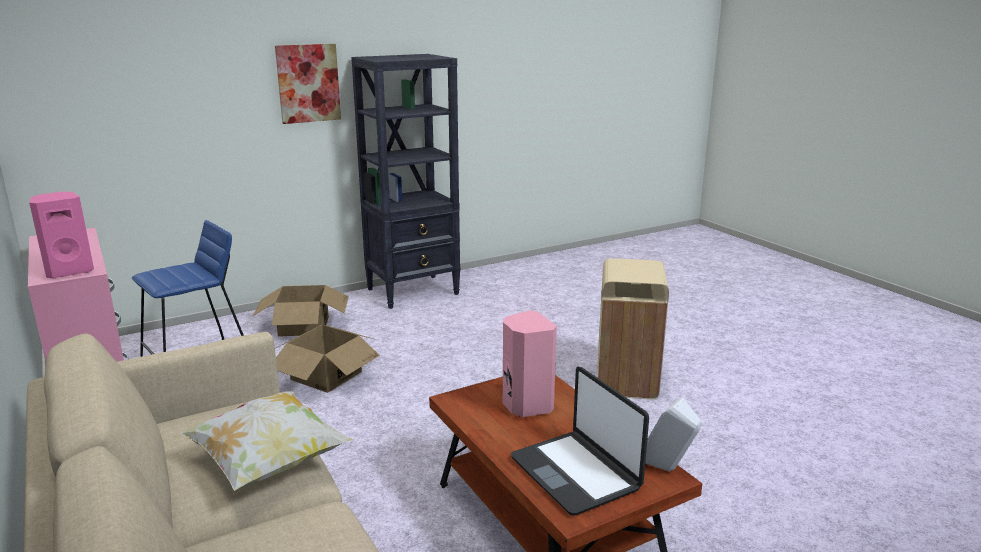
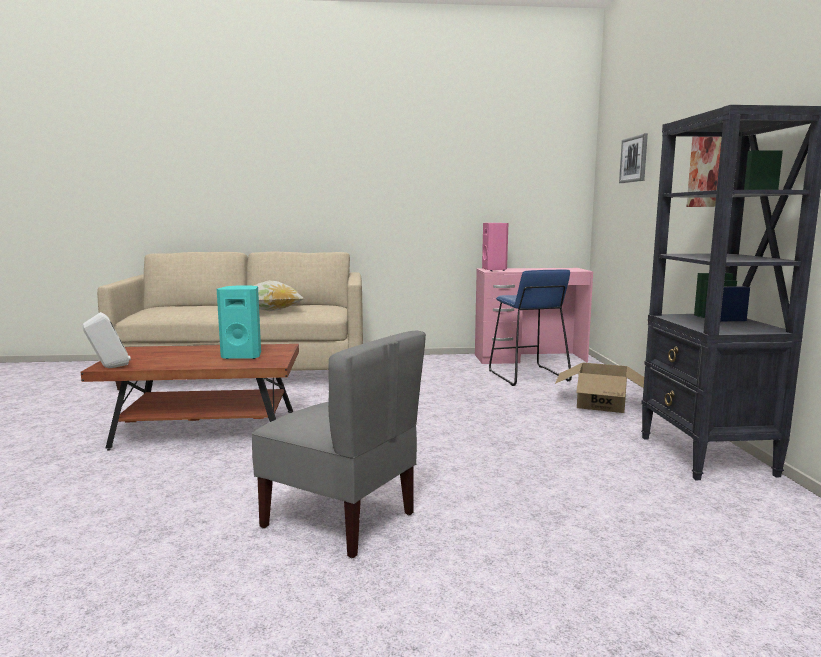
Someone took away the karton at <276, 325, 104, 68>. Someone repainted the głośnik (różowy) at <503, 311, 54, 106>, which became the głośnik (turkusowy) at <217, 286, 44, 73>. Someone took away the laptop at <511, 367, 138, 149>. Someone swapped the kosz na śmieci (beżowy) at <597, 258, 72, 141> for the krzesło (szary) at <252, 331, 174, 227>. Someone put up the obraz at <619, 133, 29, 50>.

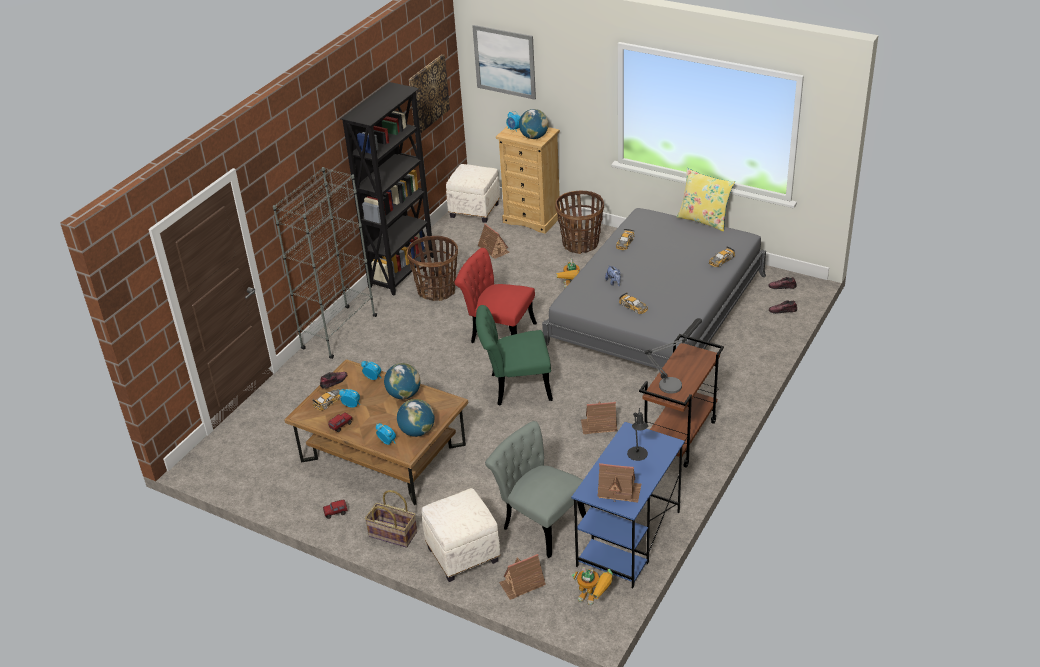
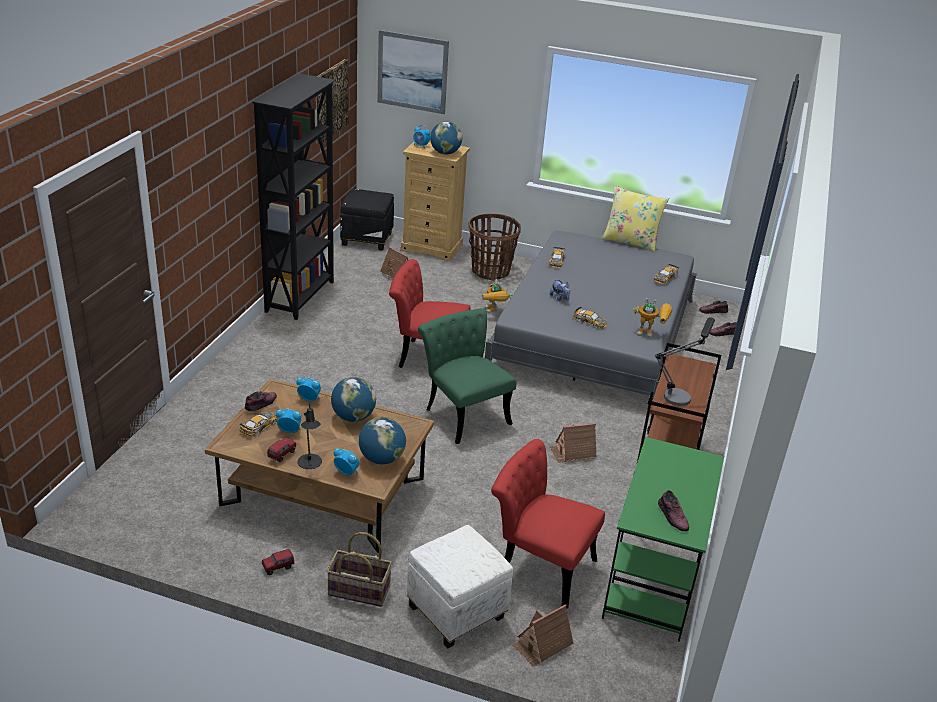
Someone took away the regał (szary) at <273, 167, 104, 192>. Someone took away the koszyk at <407, 236, 51, 65>. Someone repainted the pufa (biały) at <446, 164, 54, 59>, which became the pufa (czarny) at <340, 189, 54, 62>. Someone rotated the krzesło (zielony) at <476, 305, 77, 101> by 75 degrees clockwise. Someone repainted the krzesło (szary) at <485, 421, 101, 137>, which became the krzesło (czerwony) at <491, 439, 114, 170>. Someone repainted the biurko (niebieski) at <571, 422, 114, 166>, which became the biurko (zielony) at <602, 437, 122, 205>. Someone carried the robot zabawkowy from <572, 567, 41, 38> to <633, 298, 39, 40>. Someone swapped the domek at <597, 463, 44, 39> for the but at <658, 490, 31, 41>. Someone carried the lampa stołowa (czarny) from <627, 408, 21, 53> to <298, 403, 24, 66>.

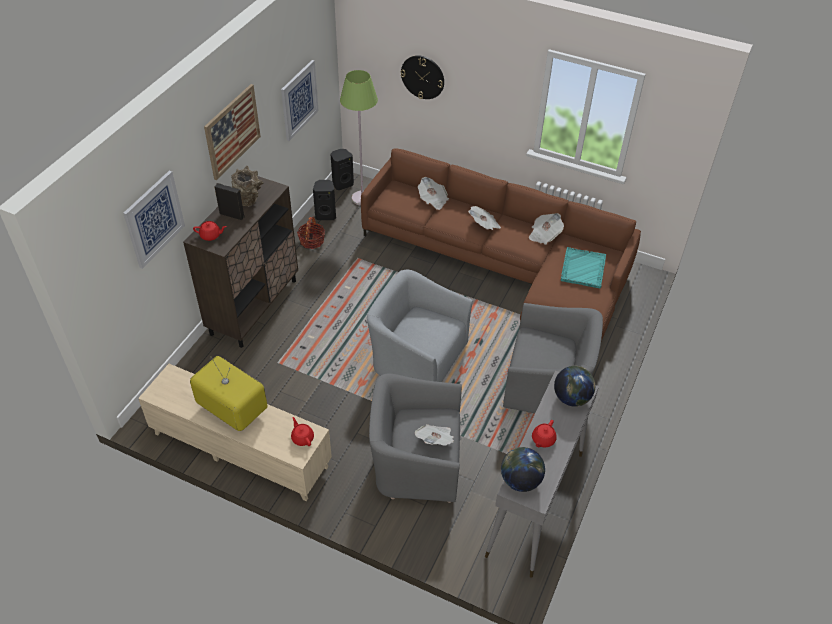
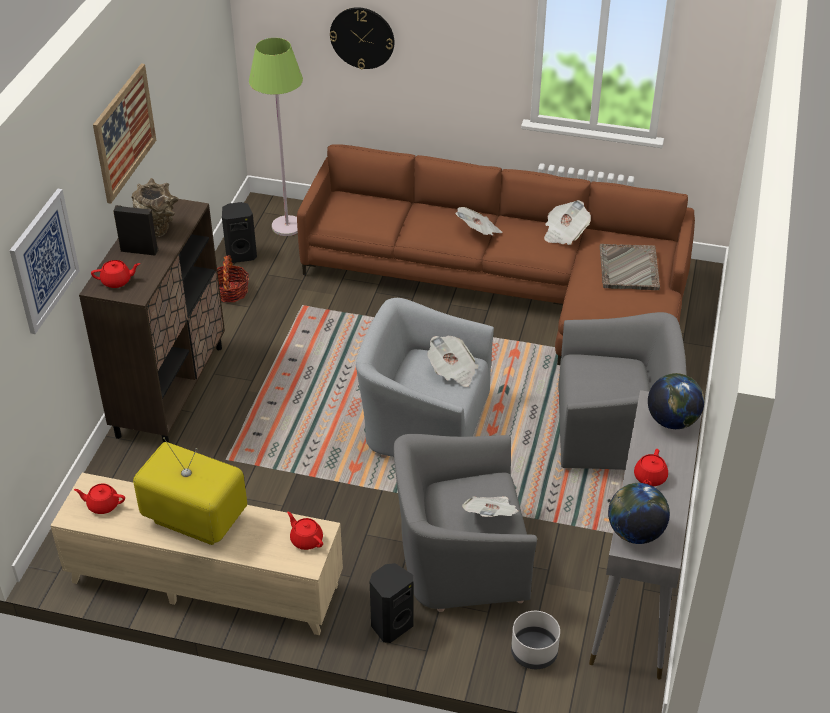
Someone took away the obraz at <281, 60, 38, 81>. Someone carried the głośnik (czarny) from <331, 149, 23, 41> to <370, 563, 44, 80>. Someone carried the gazeta from <418, 177, 31, 33> to <427, 336, 51, 51>. Someone repainted the taca (turkusowy) at <561, 247, 45, 42>, which became the taca (szary) at <600, 244, 60, 46>. Someone put down the imbryk (czerwony) at <74, 484, 51, 30>. Someone put down the donica (szary) at <511, 611, 49, 58>.

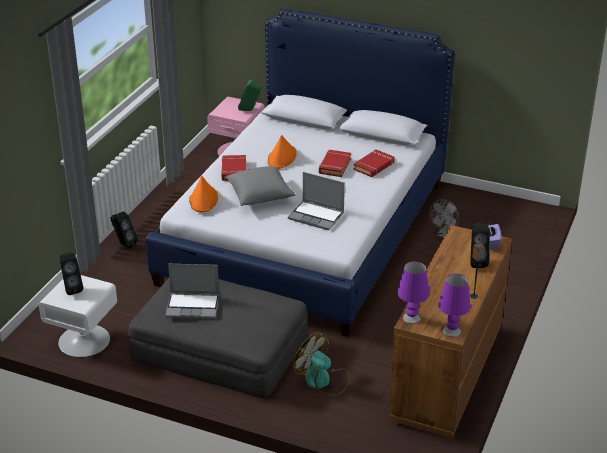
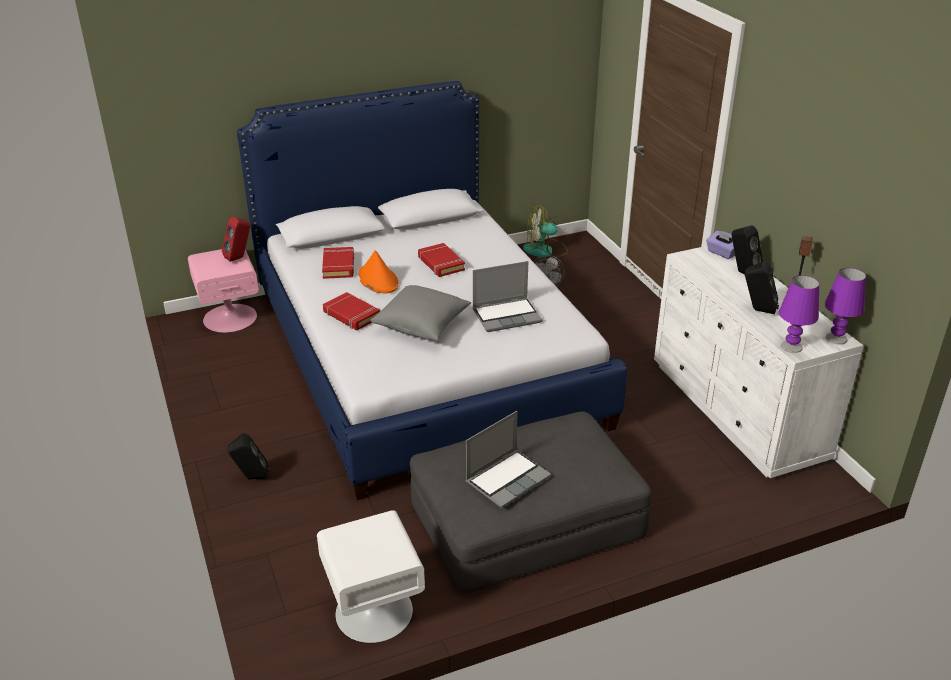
Someone carried the głośnik (czarny) from <60, 252, 23, 43> to <745, 260, 34, 54>. Someone took away the kapelusz (pomarańczowy) at <189, 176, 29, 36>. Someone repainted the głośnik (zielony) at <238, 79, 23, 32>, which became the głośnik (czerwony) at <222, 217, 28, 45>. Someone carried the wentylator from <293, 332, 57, 64> to <523, 205, 45, 53>. Someone carried the książka (czerwony) from <353, 150, 42, 27> to <322, 247, 32, 32>. Someone repainted the komoda (brązowy) at <388, 225, 124, 213>, which became the komoda (biały) at <654, 246, 210, 232>.

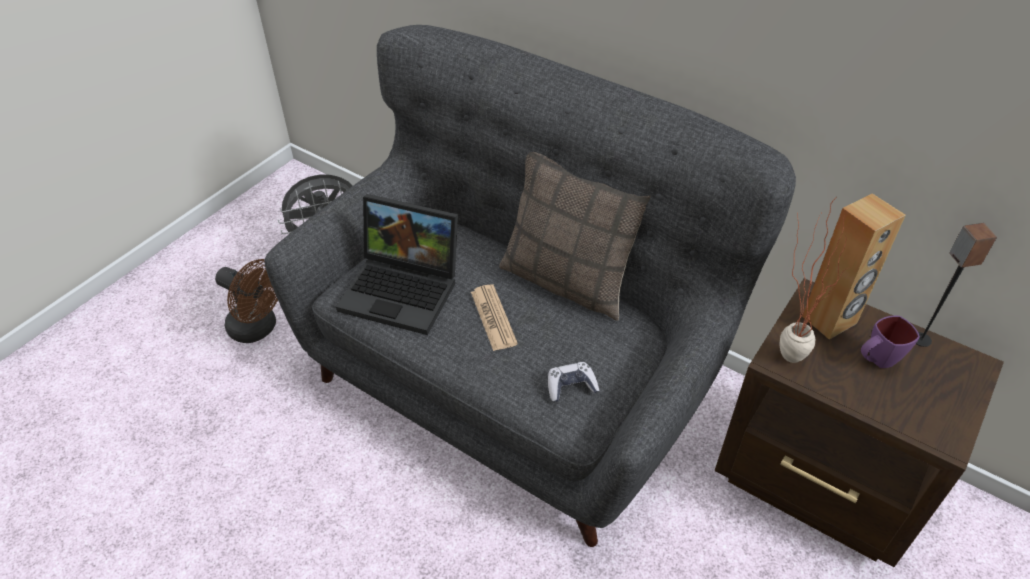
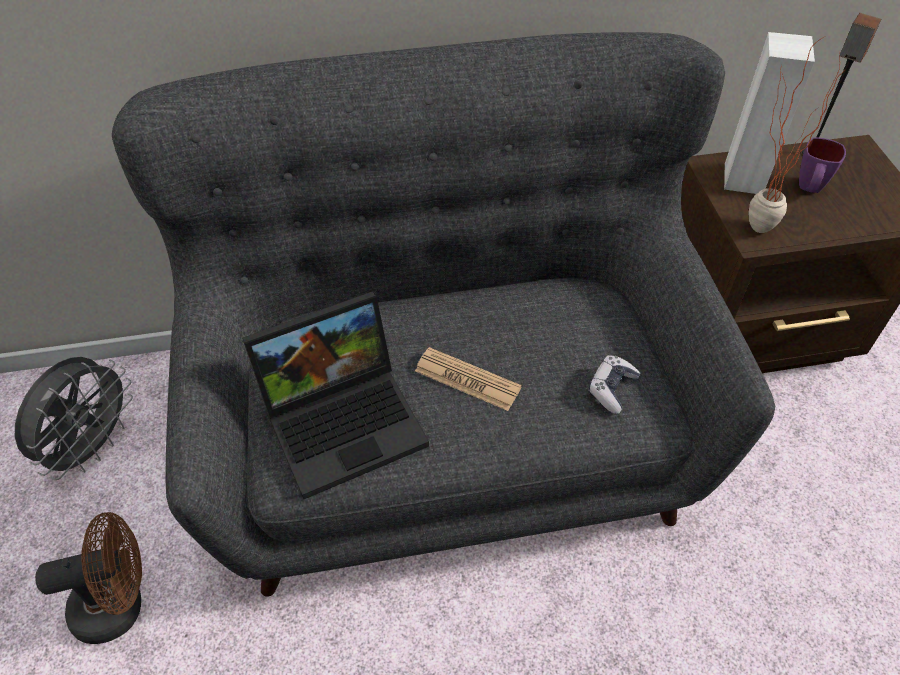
Someone took away the poduszka at <499, 152, 151, 169>. Someone repainted the głośnik (brązowy) at <802, 193, 104, 147>, which became the głośnik (biały) at <724, 32, 91, 162>.

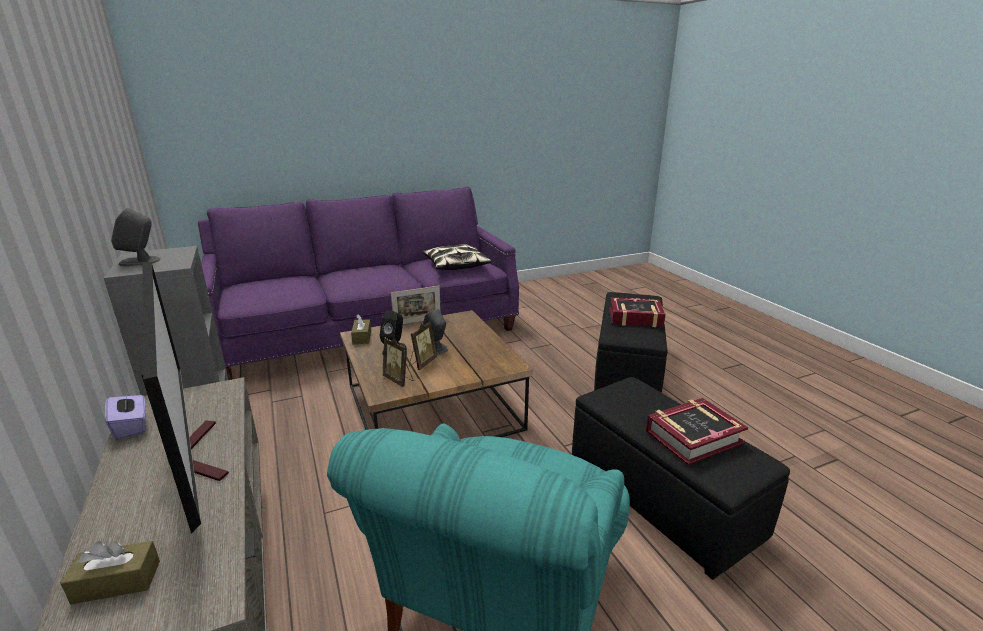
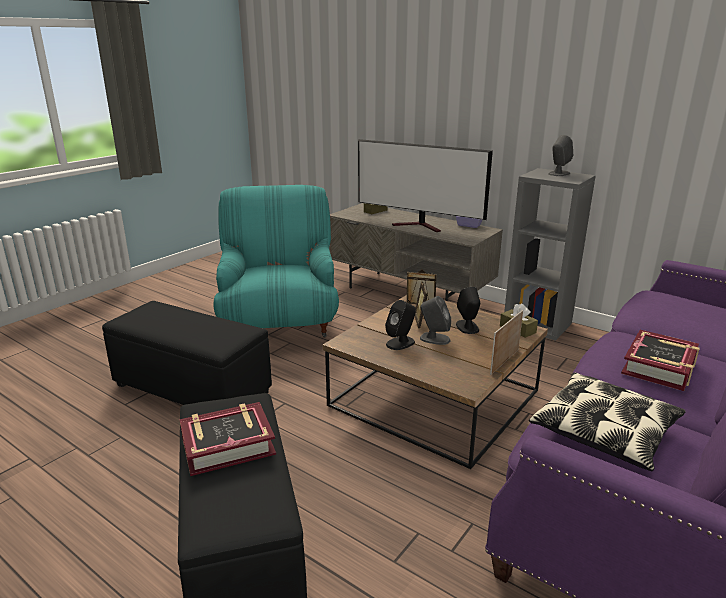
Someone carried the książka from <646, 398, 102, 67> to <621, 330, 79, 61>. Someone put down the głośnik (czarny) at <385, 300, 31, 50>.

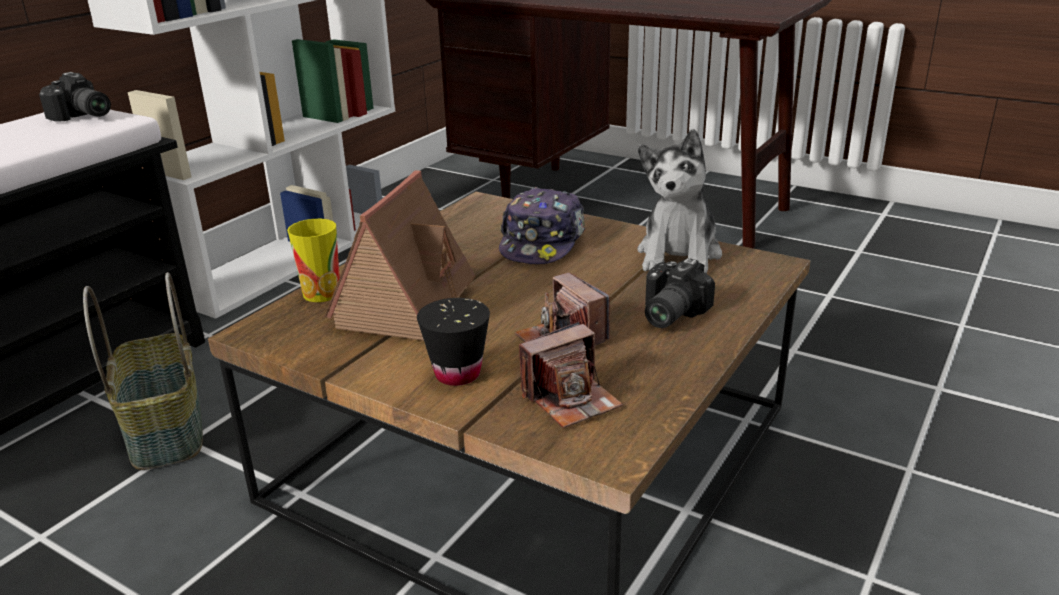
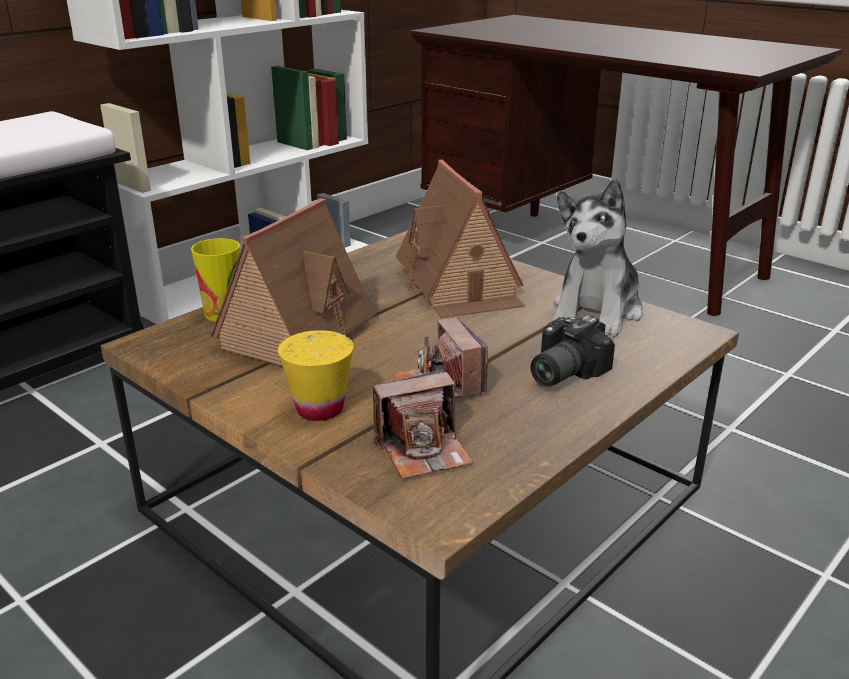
Someone took away the aparat fotograficzny at <39, 72, 72, 49>. Someone took away the koszyk at <83, 272, 120, 198>. Someone repainted the filiżanka (czarny) at <417, 298, 73, 88>, which became the filiżanka (żółty) at <278, 330, 76, 91>. Someone swapped the czapka z daszkiem at <499, 187, 86, 77> for the domek at <395, 159, 130, 159>.

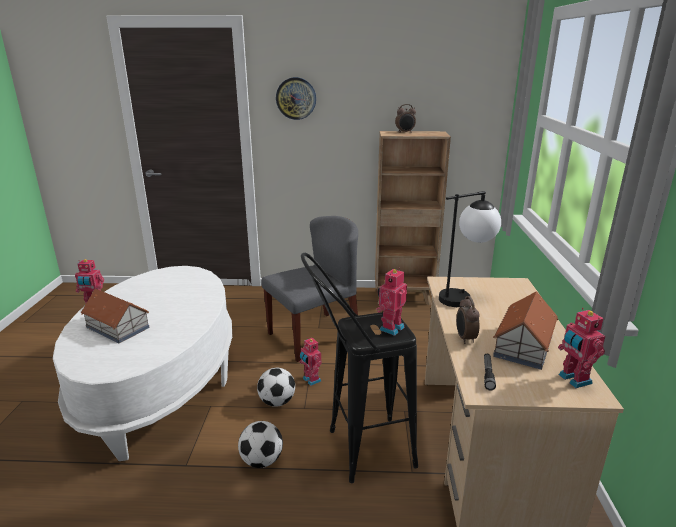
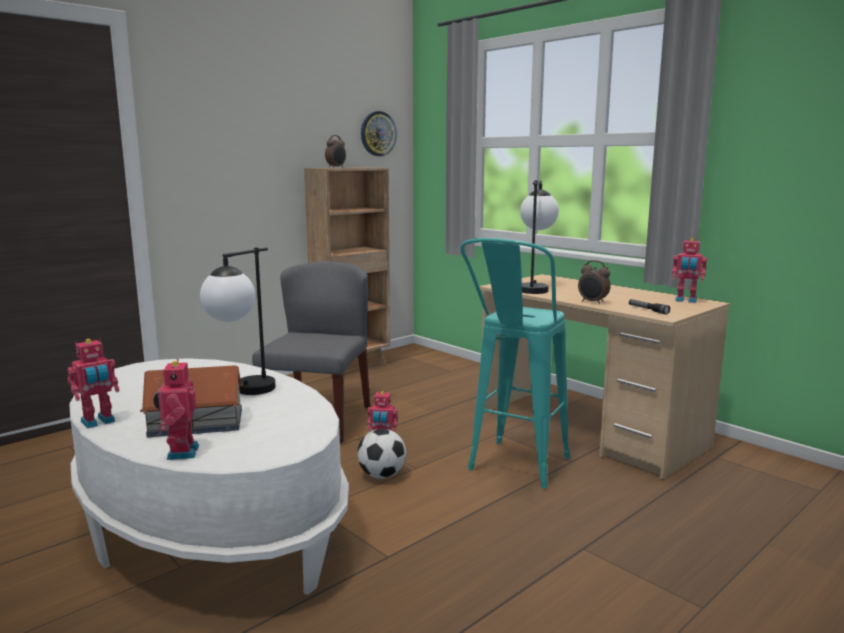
Someone took away the piłka futbolowa at <238, 421, 45, 47>. Someone carried the zegar ścienny from <276, 77, 40, 43> to <361, 111, 36, 45>. Someone repainted the stołek (czarny) at <301, 253, 117, 230>, which became the stołek (turkusowy) at <460, 238, 110, 251>. Someone carried the robot zabawkowy from <376, 268, 31, 68> to <153, 359, 46, 101>. Someone took away the domek at <493, 291, 65, 79>. Someone put down the lampa stołowa at <200, 247, 76, 148>.

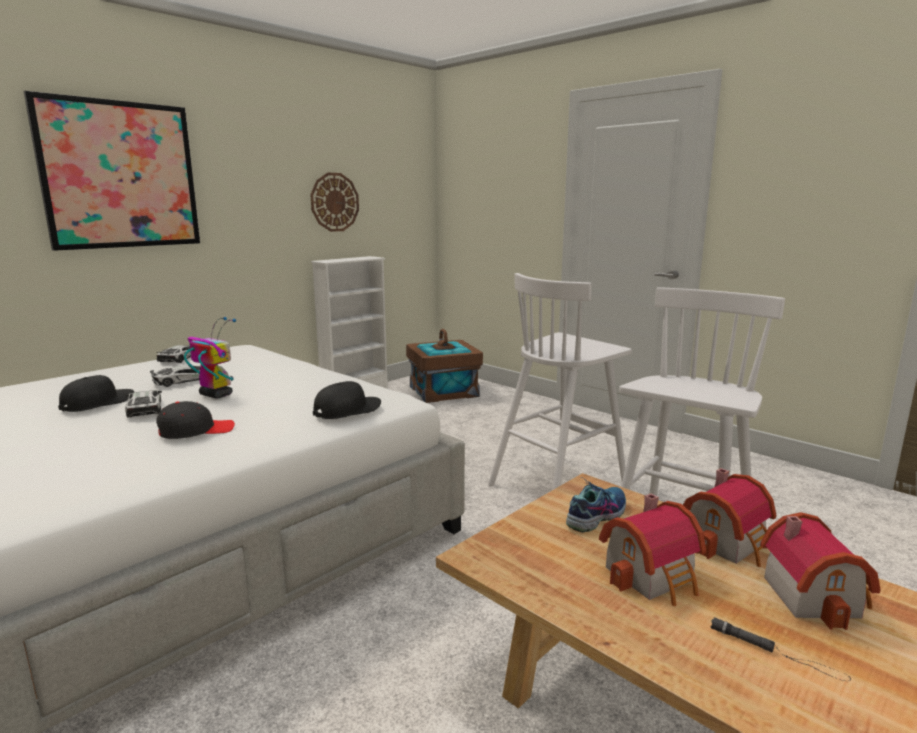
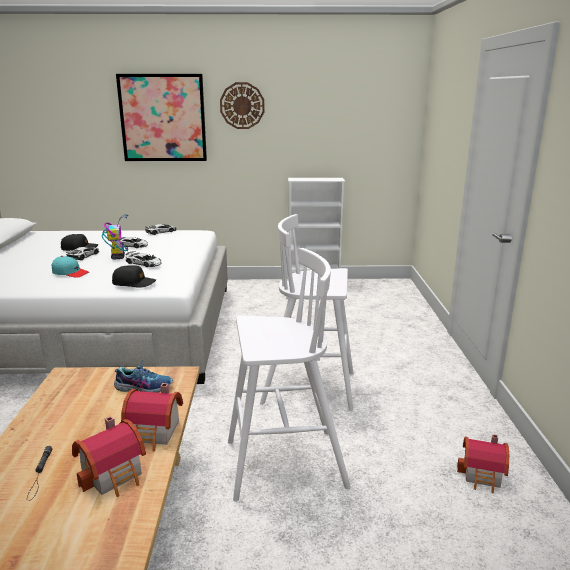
Someone repainted the czapka z daszkiem (czarny) at <156, 401, 79, 38>, which became the czapka z daszkiem (turkusowy) at <52, 256, 37, 22>. Someone carried the zegar ścienny from <310, 173, 49, 59> to <220, 82, 44, 47>. Someone took away the pojemnik do przechowywania (brązowy) at <406, 329, 77, 74>. Someone carried the domek from <599, 493, 107, 113> to <457, 434, 52, 59>. Someone put down the samochodzik at <126, 251, 36, 16>.

